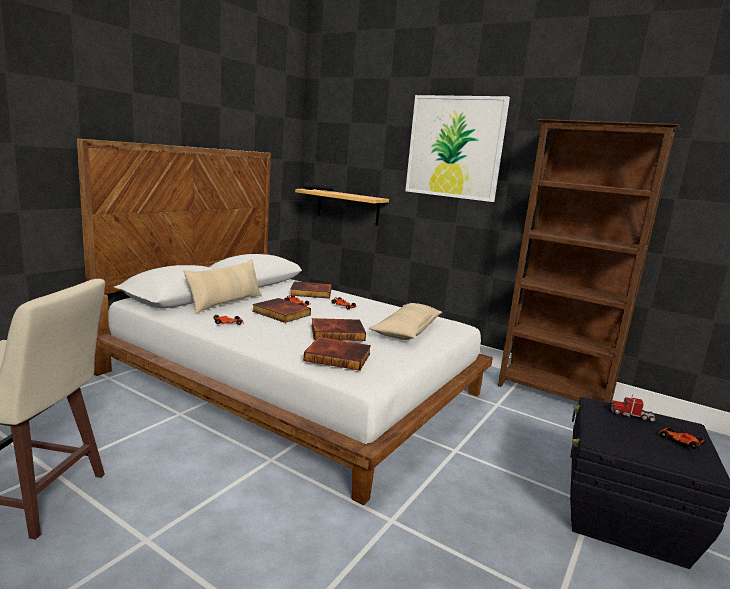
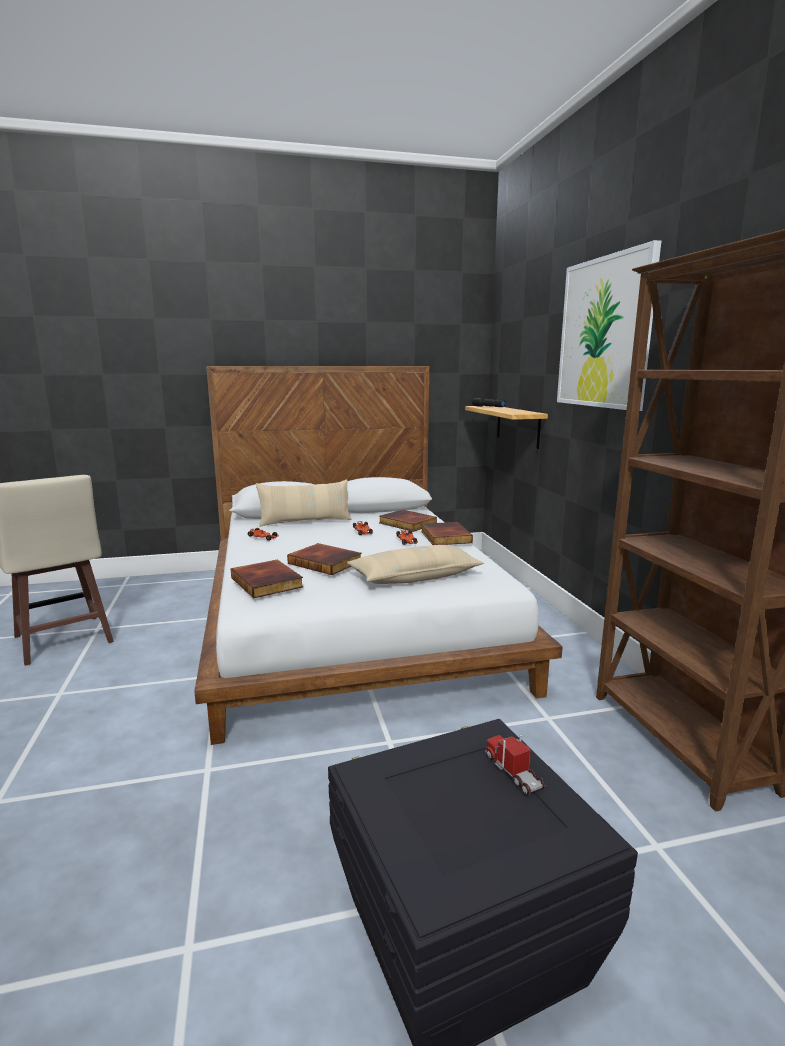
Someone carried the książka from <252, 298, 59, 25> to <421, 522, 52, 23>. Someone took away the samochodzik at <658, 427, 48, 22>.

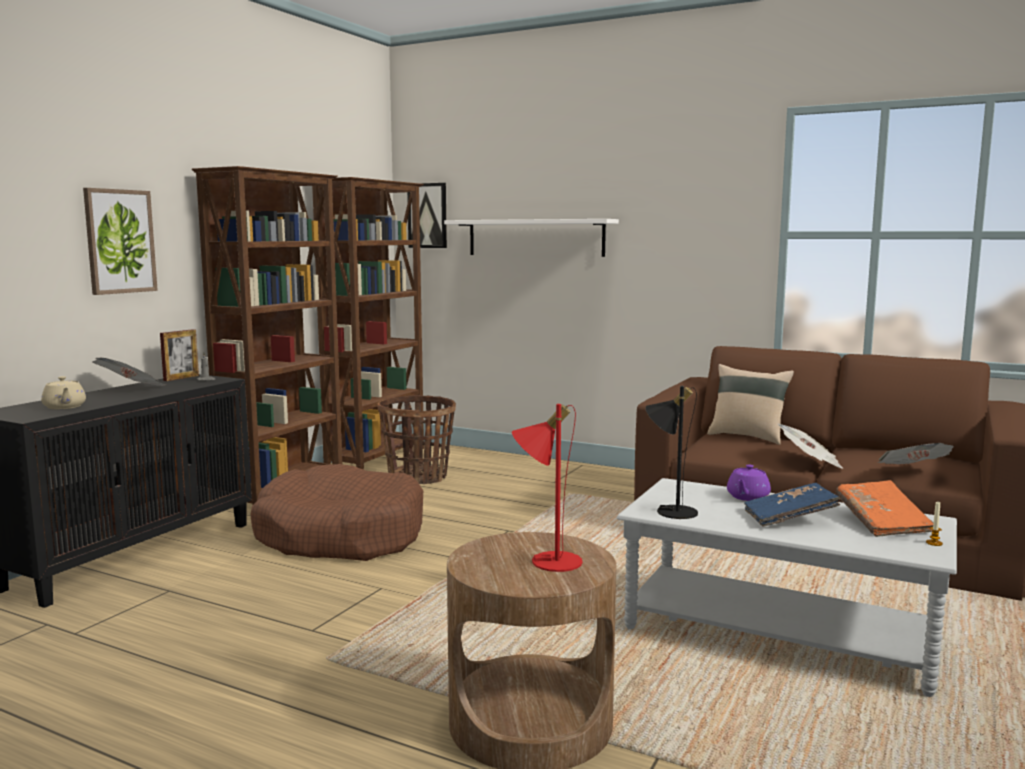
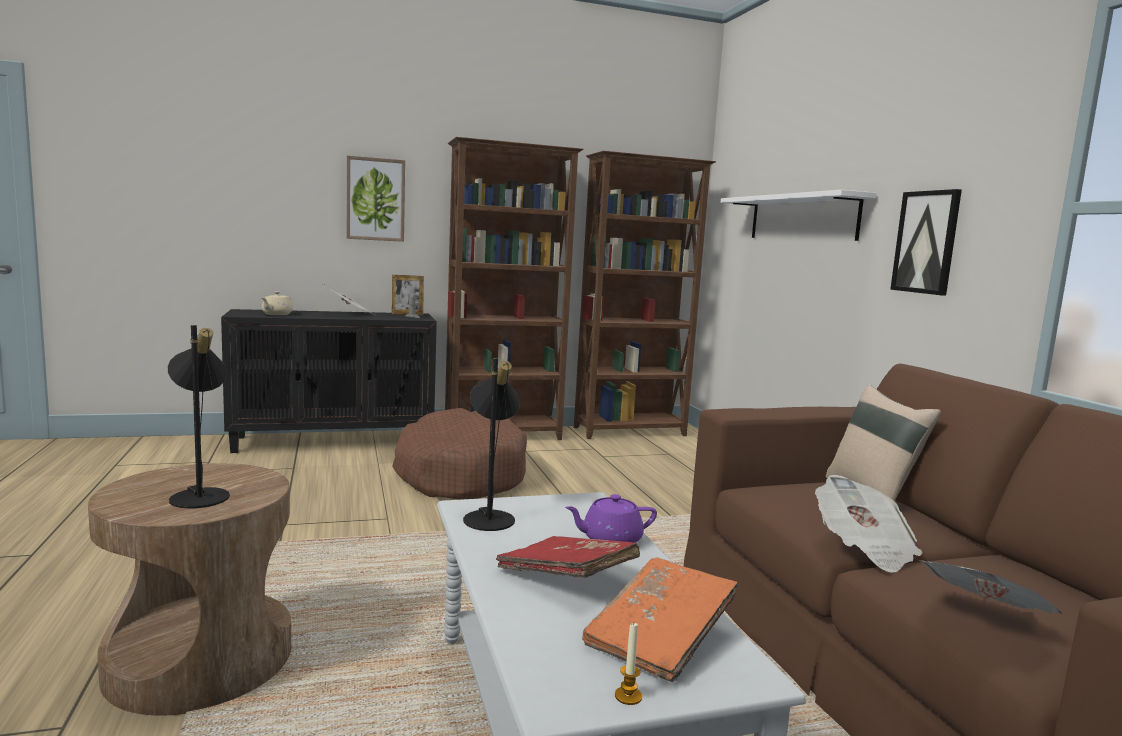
Someone took away the koszyk at <377, 395, 79, 89>. Someone carried the obraz from <407, 183, 40, 65> to <890, 189, 72, 107>. Someone repainted the lampa stołowa (czerwony) at <512, 404, 71, 168>, which became the lampa stołowa (czarny) at <168, 325, 62, 184>. Someone repainted the książka (niebieski) at <744, 483, 96, 44>, which became the książka (czerwony) at <496, 536, 144, 42>.

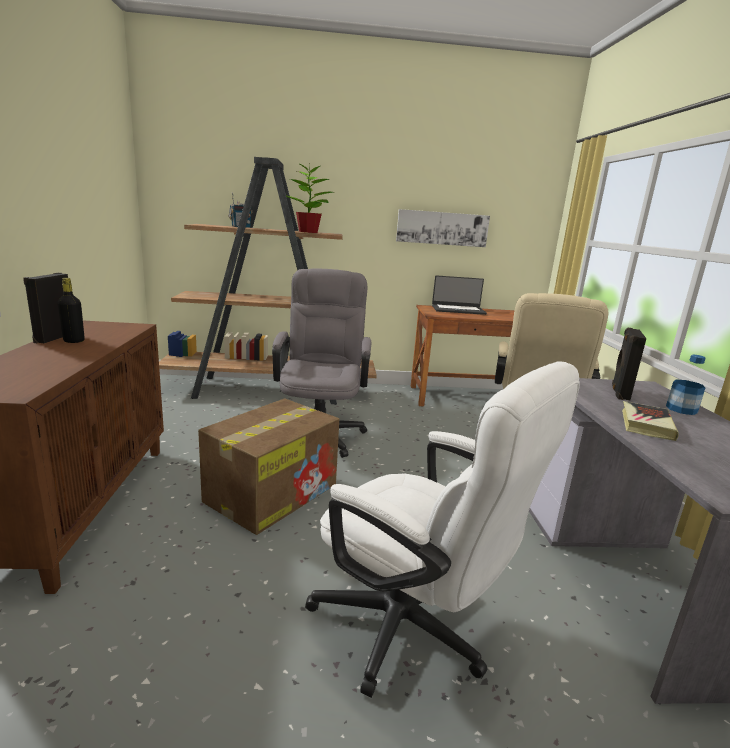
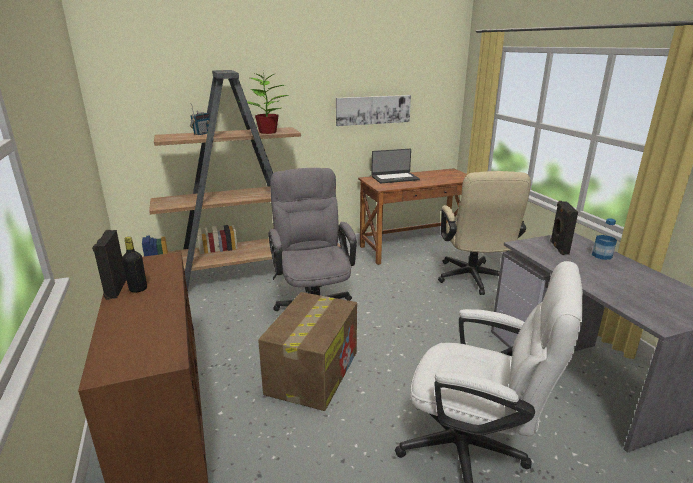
Someone took away the książka at <622, 401, 57, 40>.

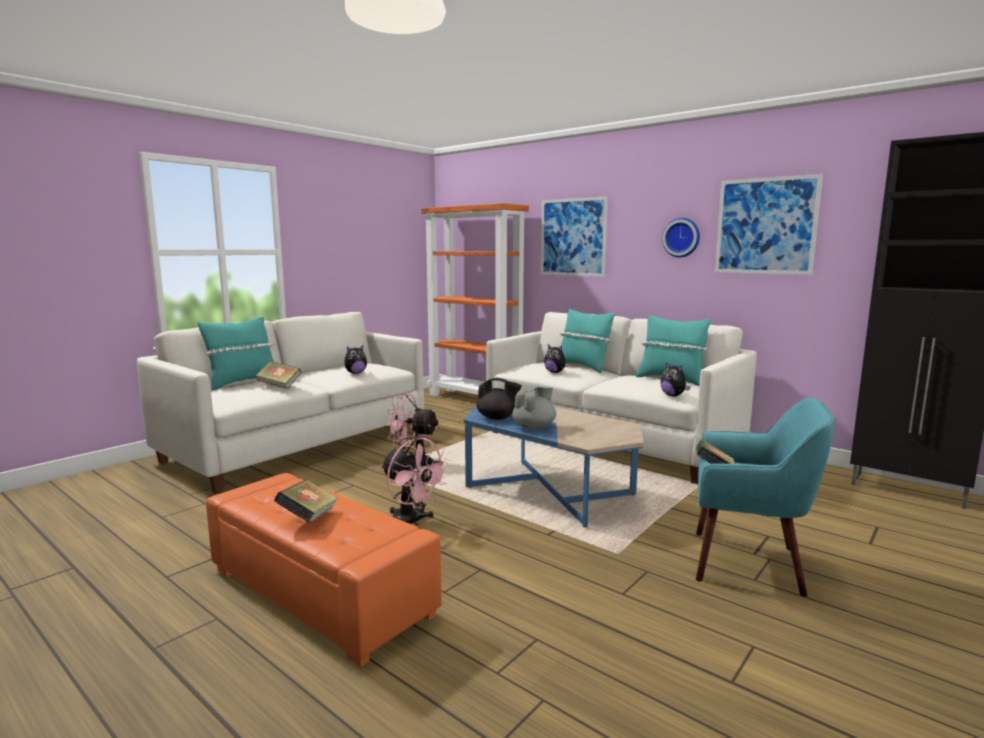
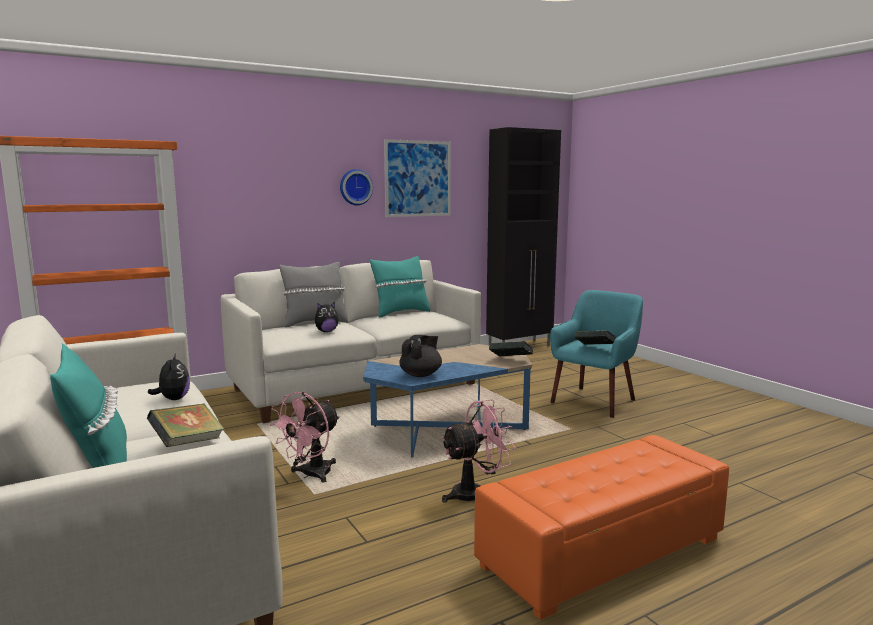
Someone carried the książka from <274, 479, 64, 44> to <489, 341, 44, 16>. Someone took away the imbryk (szary) at <512, 386, 44, 44>. Someone took away the obraz at <541, 196, 67, 81>. Someone repainted the poduszka (turkusowy) at <560, 309, 55, 64>, which became the poduszka (szary) at <279, 262, 69, 65>. Someone took away the pluszak at <661, 362, 30, 34>.

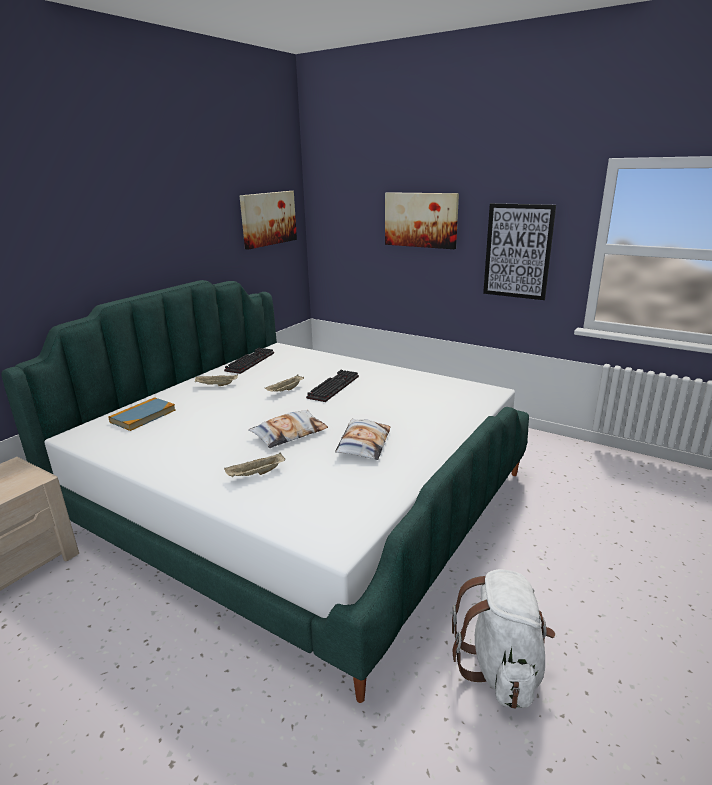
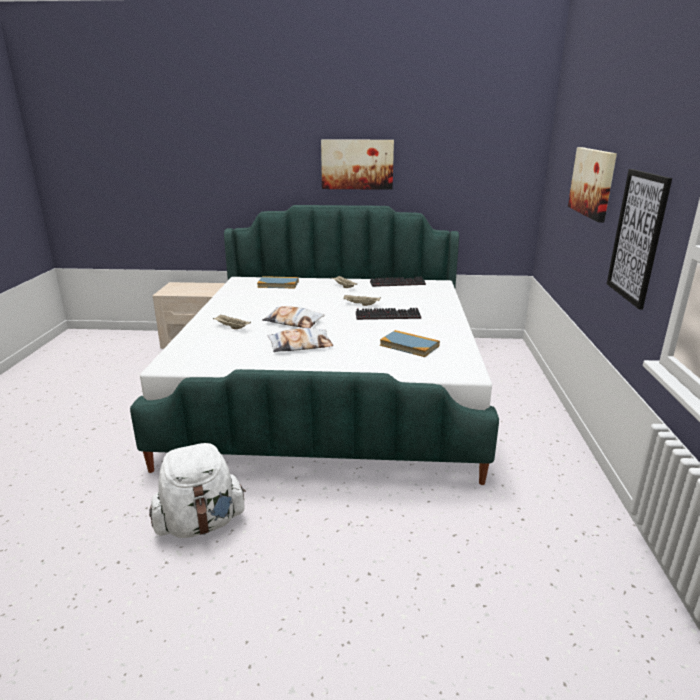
Someone carried the obraz from <239, 191, 58, 59> to <321, 139, 73, 51>. Someone put down the książka at <380, 330, 60, 27>.

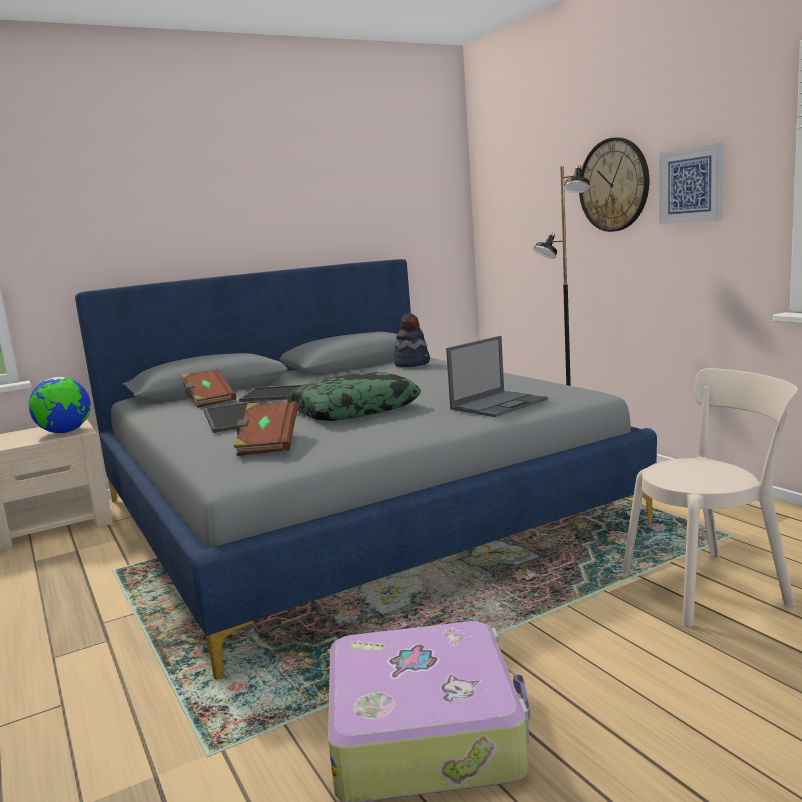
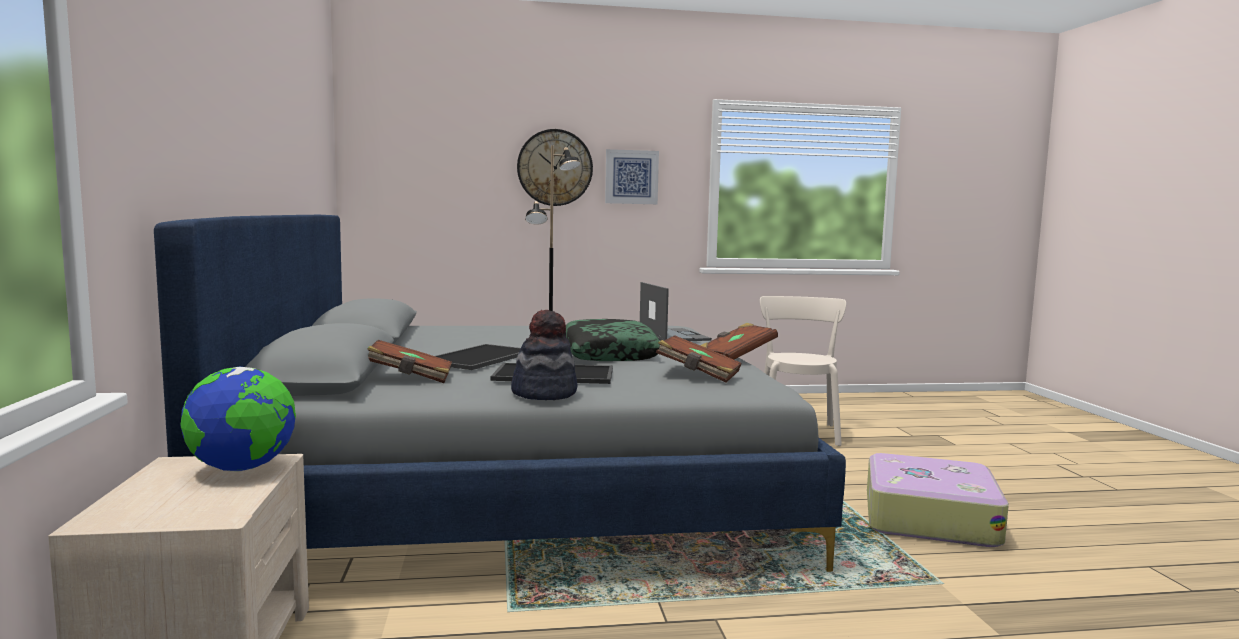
Someone carried the kapelusz from <394, 313, 36, 54> to <511, 310, 67, 90>. Someone put down the książka (brązowy) at <700, 323, 78, 37>.

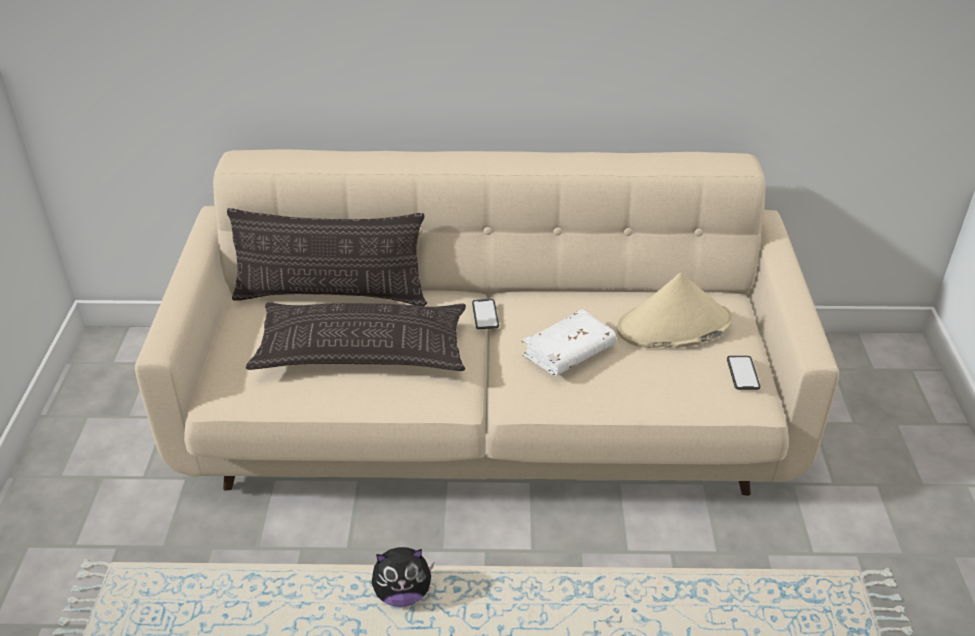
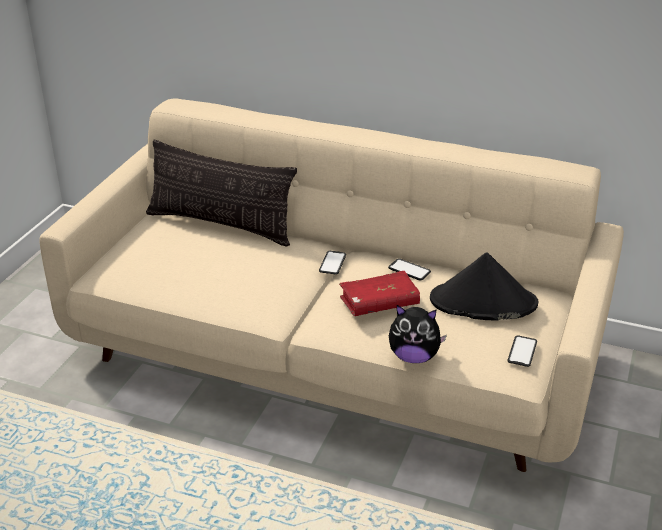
Someone took away the poduszka at <246, 302, 220, 69>. Someone carried the pluszak from <372, 547, 62, 60> to <389, 305, 58, 58>. Someone repainted the książka (biały) at <521, 309, 95, 67>, which became the książka (czerwony) at <339, 271, 81, 45>. Someone repainted the kapelusz (beżowy) at <617, 273, 116, 75>, which became the kapelusz (czarny) at <430, 252, 108, 69>. Someone put down the telefon at <388, 259, 43, 21>.

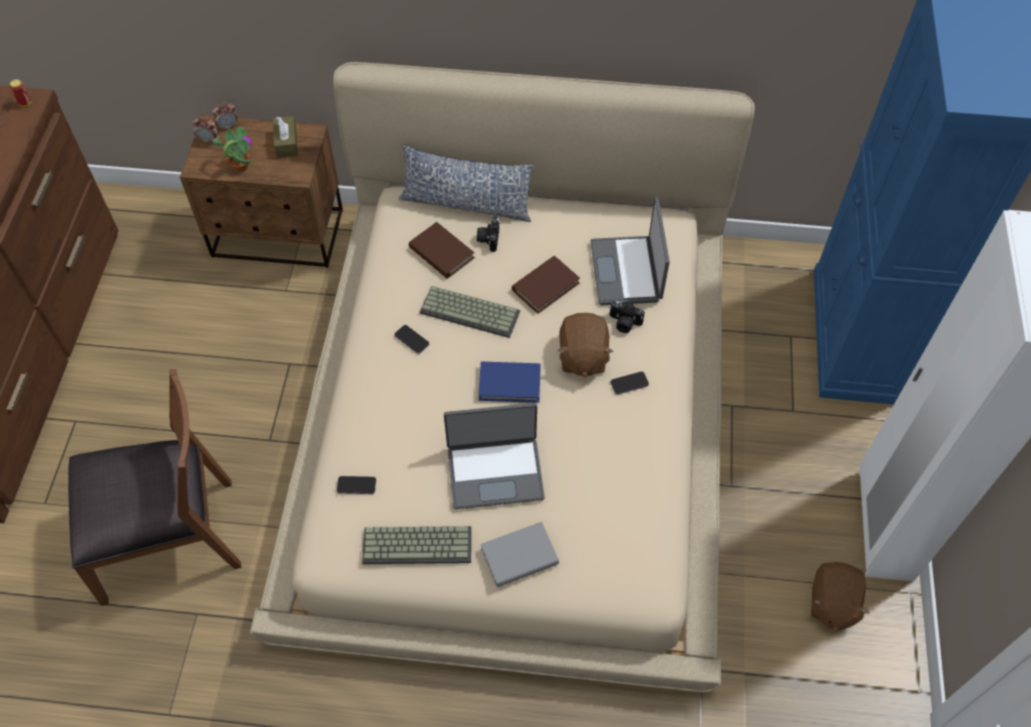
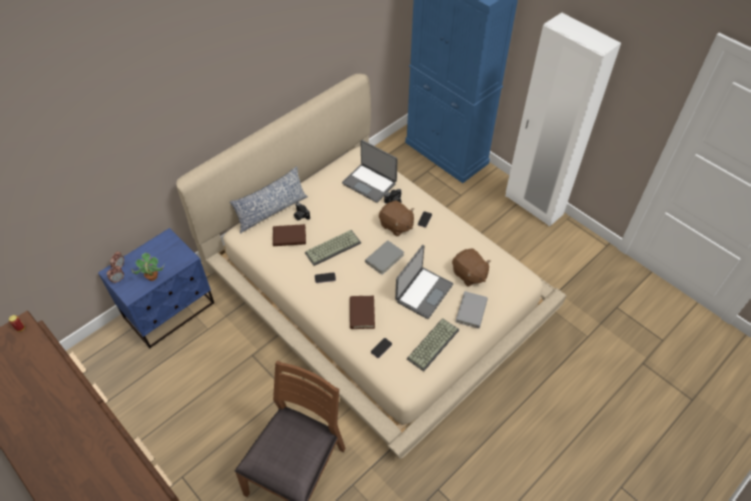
Someone repainted the szafka nocna (brązowy) at <180, 115, 163, 153>, which became the szafka nocna (niebieski) at <98, 228, 116, 120>. Someone took away the pudełko chusteczek (brązowy) at <273, 116, 25, 42>. Someone repainted the książka (niebieski) at <478, 362, 63, 41>, which became the książka (szary) at <365, 240, 39, 35>. Someone carried the książka (brązowy) from <512, 256, 68, 58> to <350, 296, 25, 33>. Someone carried the pluszak (brązowy) from <811, 562, 59, 70> to <452, 249, 39, 38>.

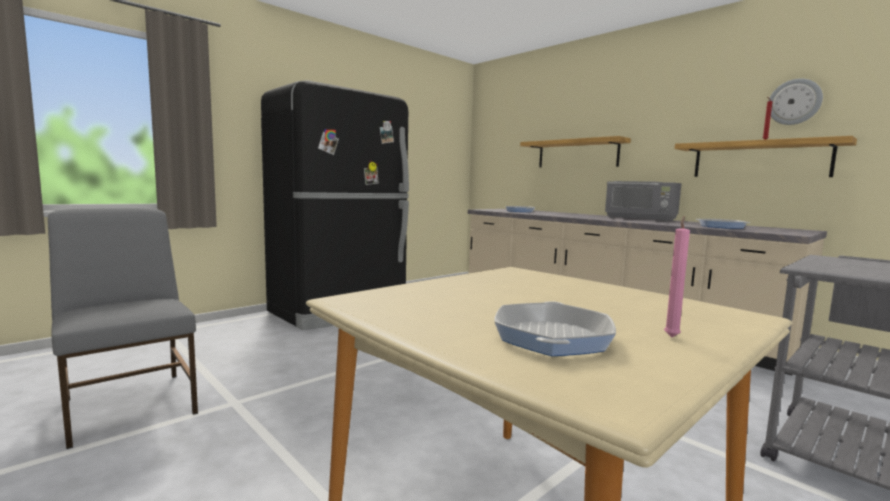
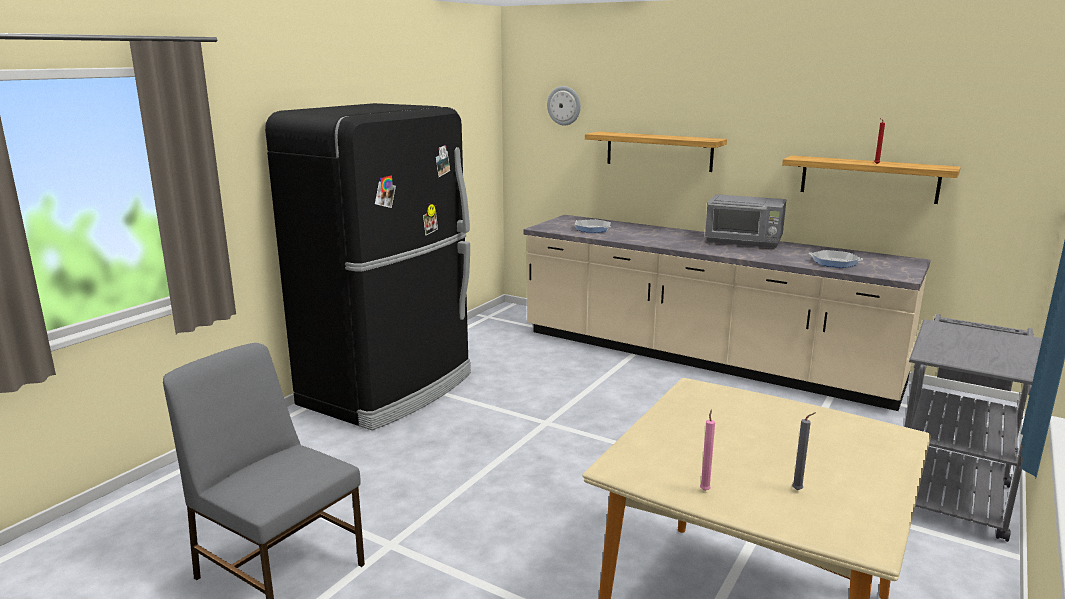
Someone swapped the patelnia at <495, 301, 121, 55> for the świeca (szary) at <792, 412, 24, 78>. Someone carried the świeca (różowy) from <664, 216, 26, 121> to <700, 409, 15, 82>. Someone carried the zegar ścienny from <769, 79, 54, 46> to <547, 86, 34, 39>.

